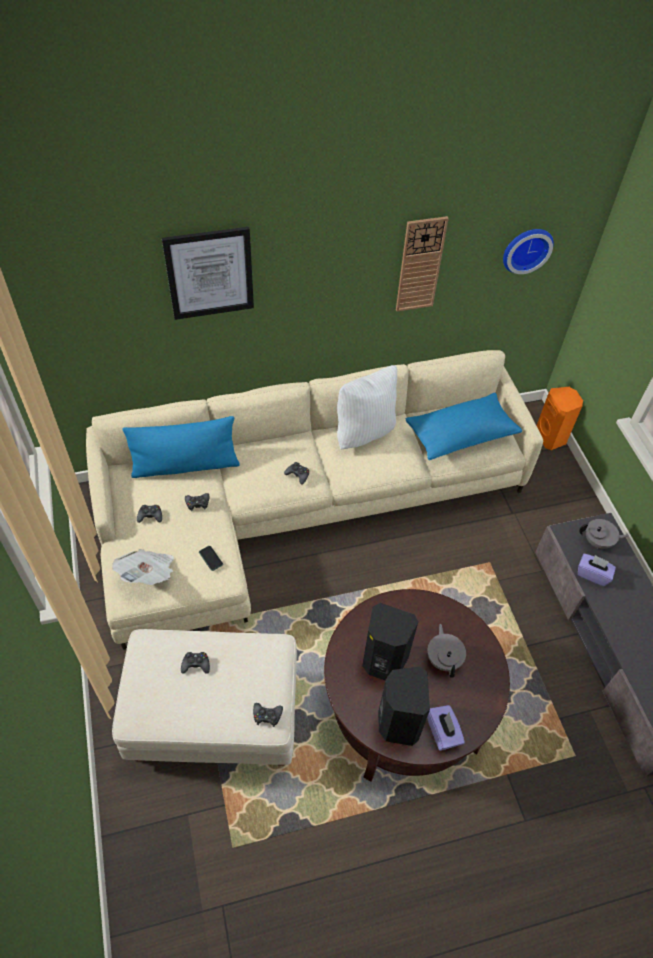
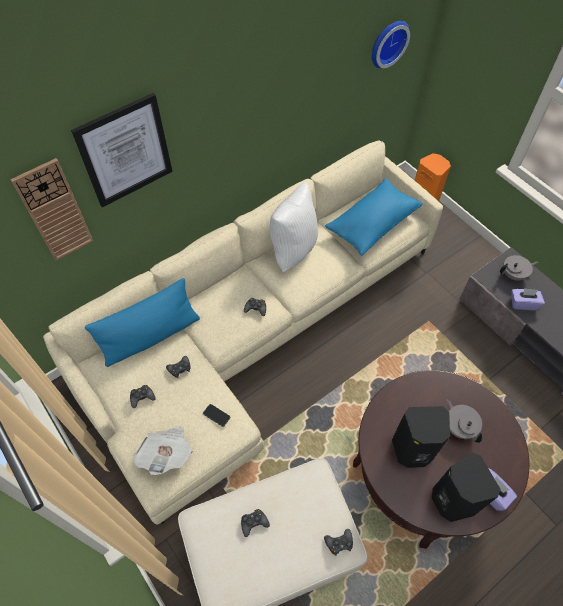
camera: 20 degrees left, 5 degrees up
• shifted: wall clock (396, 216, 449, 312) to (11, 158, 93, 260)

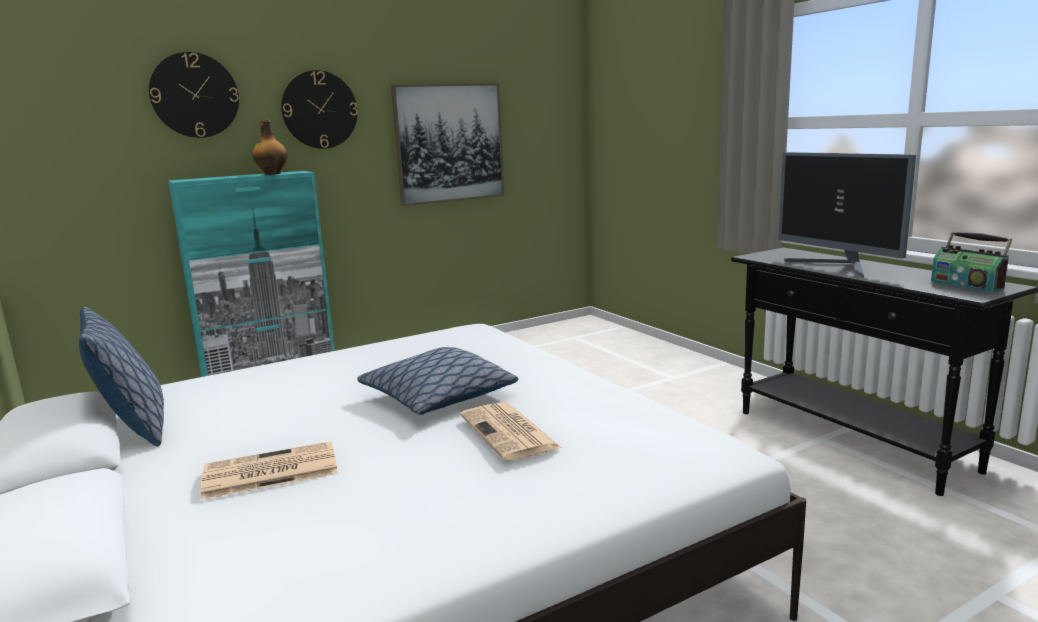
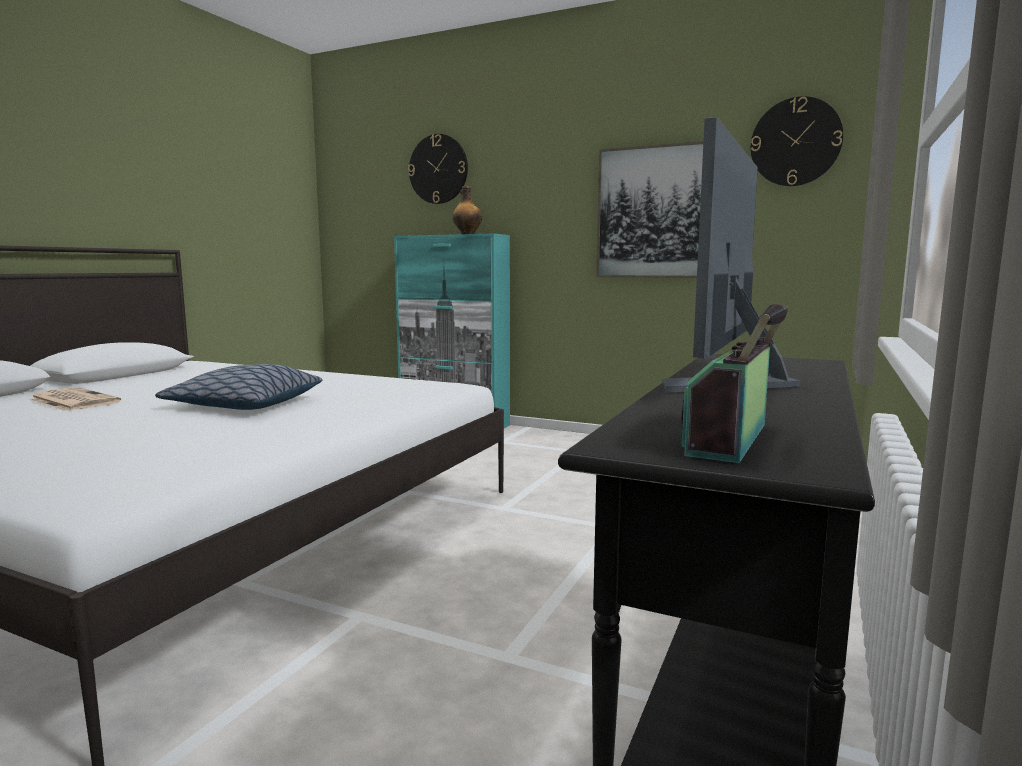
camera: 55 degrees right, 5 degrees down
• gone: cushion (79, 307, 164, 446)
• gone: printed paper (460, 402, 562, 461)
• shifted: wall clock (281, 70, 358, 149) to (750, 96, 843, 186)

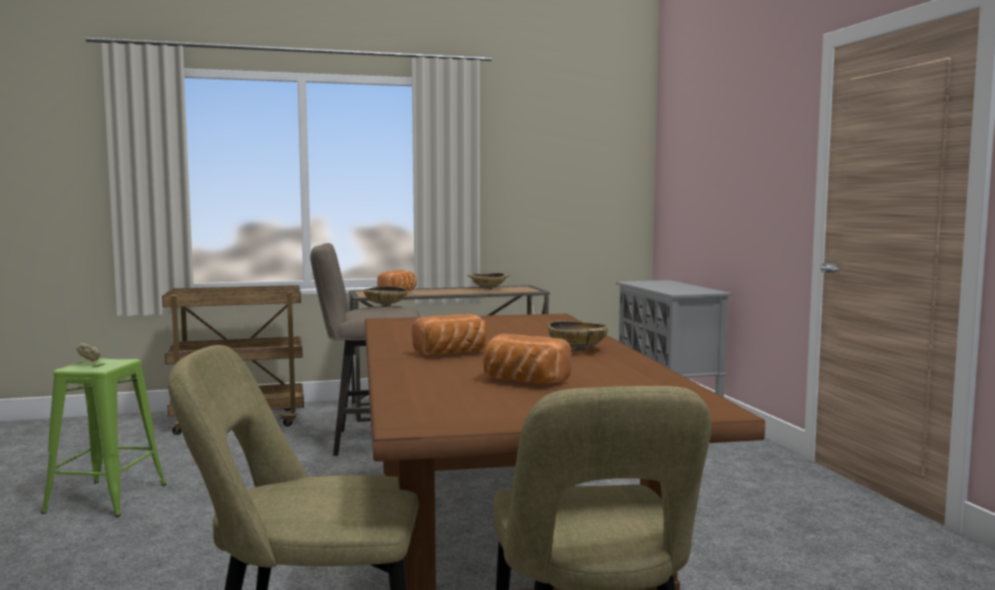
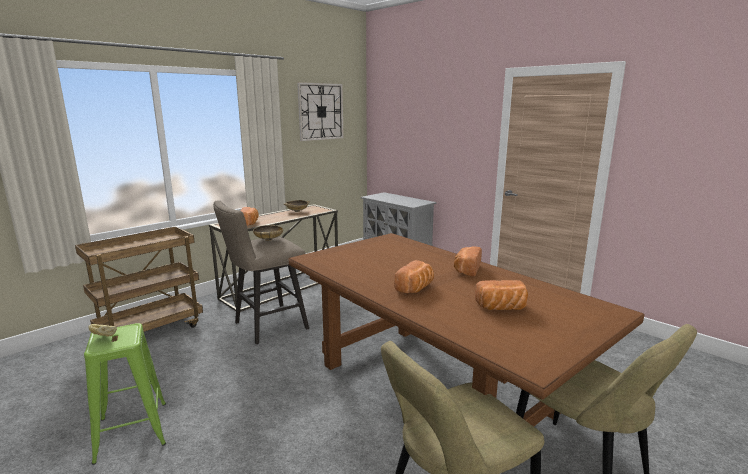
camera: 30 degrees left, 10 degrees up
• new: wall clock (297, 82, 344, 141)
• swapped: beige serving bowl (548, 320, 608, 352) to bread (454, 247, 482, 277)

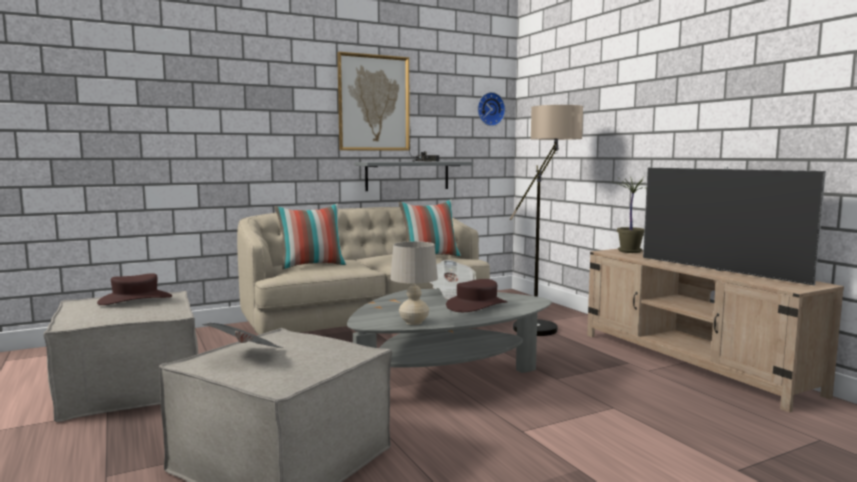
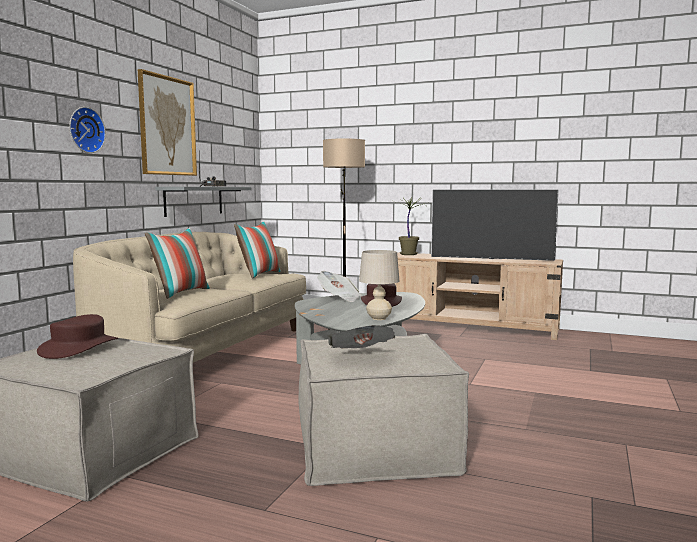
camera: 40 degrees left, 0 degrees up
• shifted: wall clock (477, 92, 506, 126) to (69, 107, 106, 153)

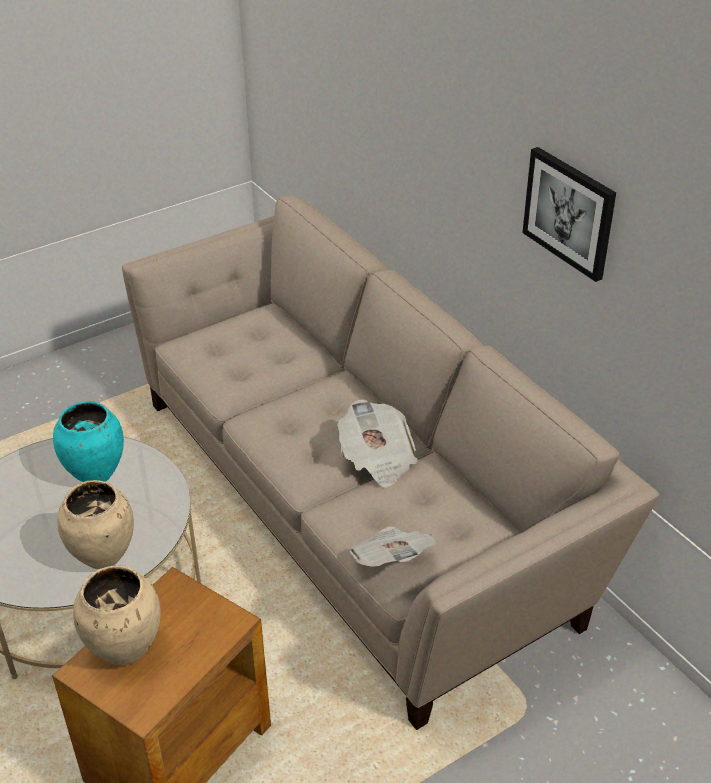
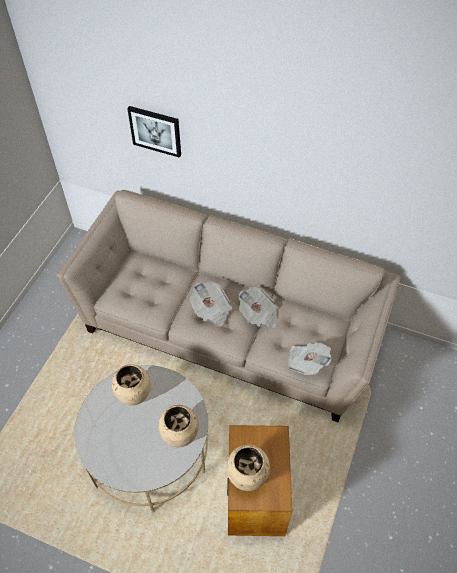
camera: 35 degrees left, 15 degrees up
• new: printed paper (190, 281, 232, 327)
• shifted: wall art (522, 147, 616, 282) to (127, 106, 181, 158)
• repainted: turquoise flower vase (53, 401, 124, 482) to beige flower vase (112, 364, 151, 406)

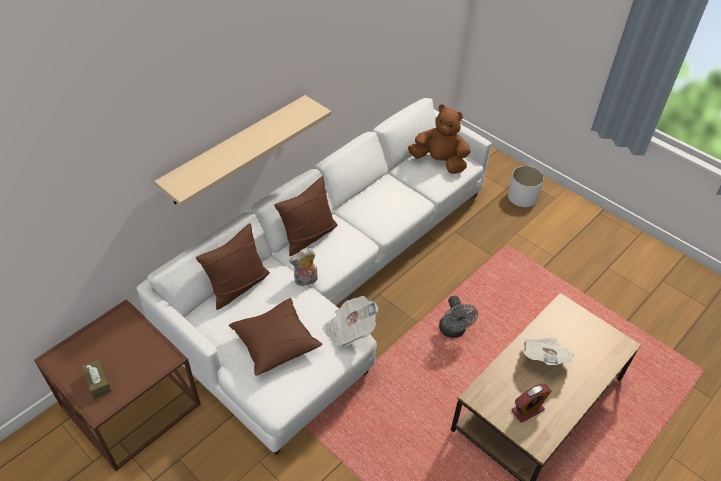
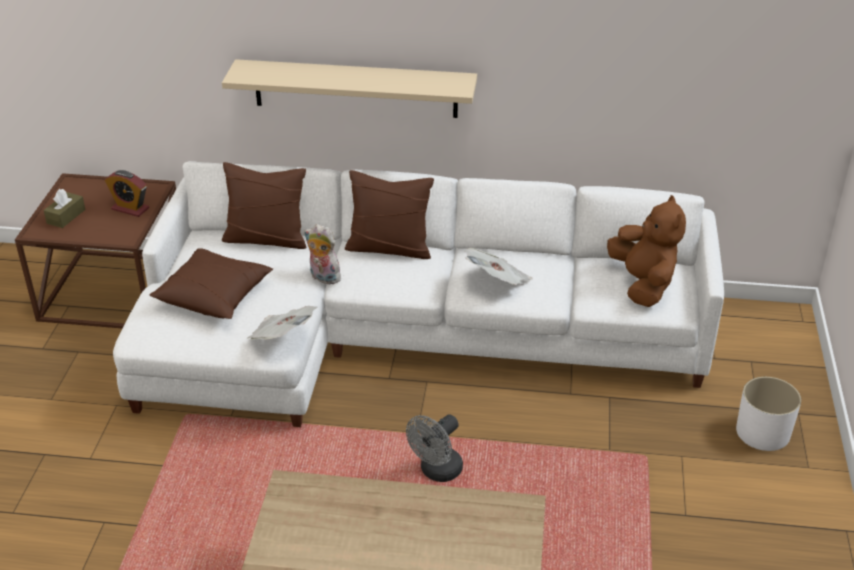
camera: 55 degrees right, 10 degrees down
• shifted: table clock (511, 384, 552, 423) to (105, 170, 149, 217)
• shifted: printed paper (523, 337, 575, 365) to (464, 248, 533, 285)

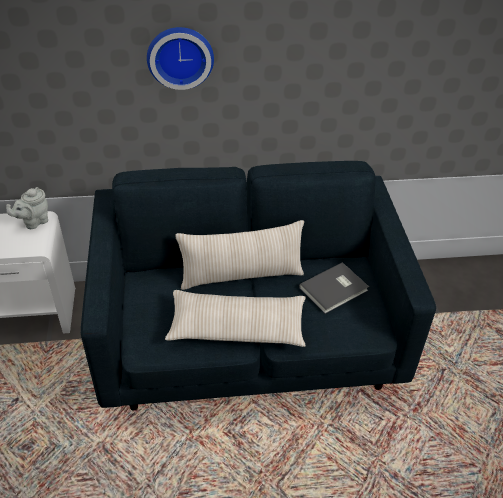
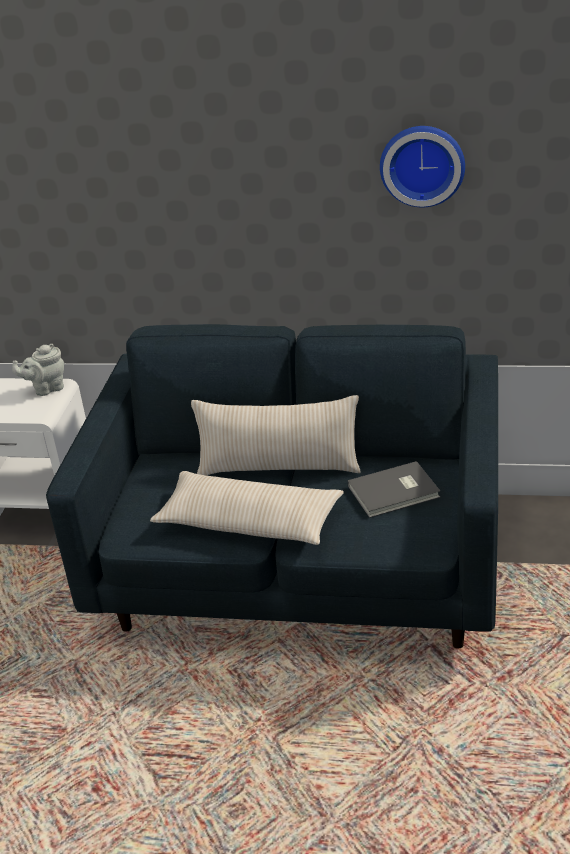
camera: 20 degrees right, 10 degrees down
• shifted: wall clock (147, 27, 214, 90) to (380, 126, 465, 207)

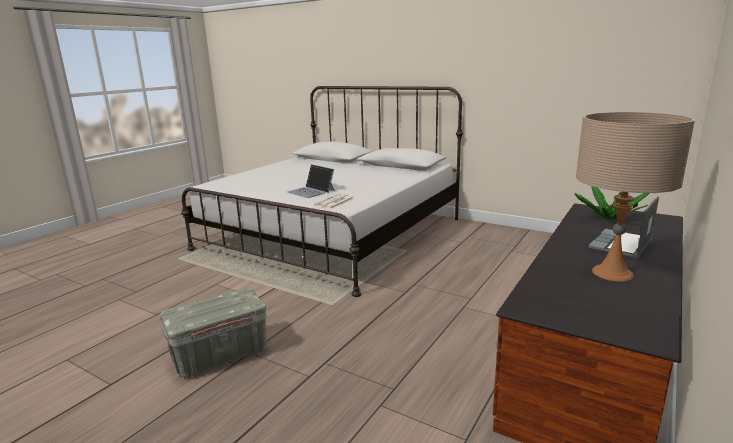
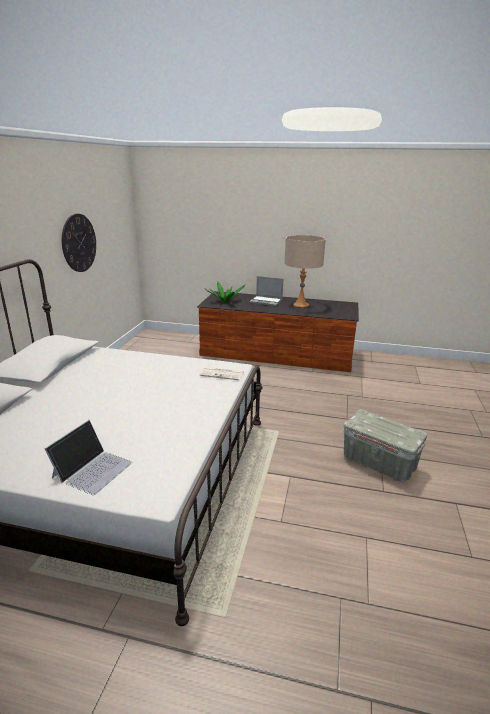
camera: 110 degrees left, 5 degrees up
• new: wall clock (62, 214, 96, 272)
• shifted: portable computer (287, 164, 335, 198) to (44, 420, 132, 495)

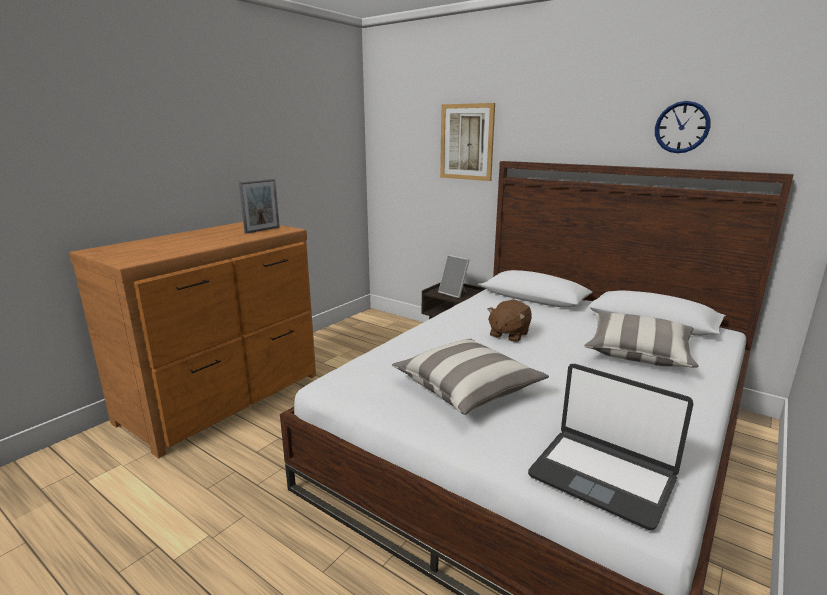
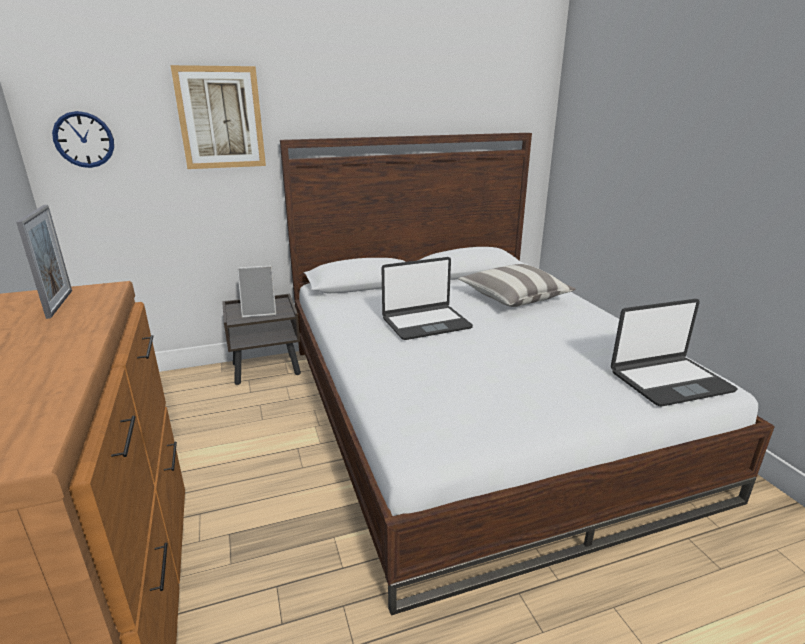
camera: 55 degrees left, 5 degrees up
• gone: cushion (392, 338, 549, 415)
• shifted: wall clock (655, 101, 711, 153) to (52, 111, 114, 168)
• swapped: brownish cuddly toy (487, 300, 532, 342) to portable computer (382, 257, 473, 340)

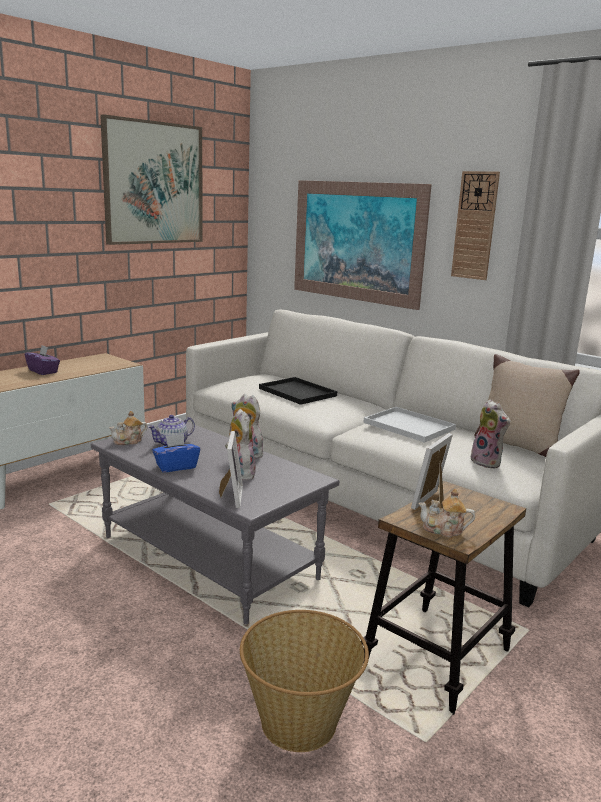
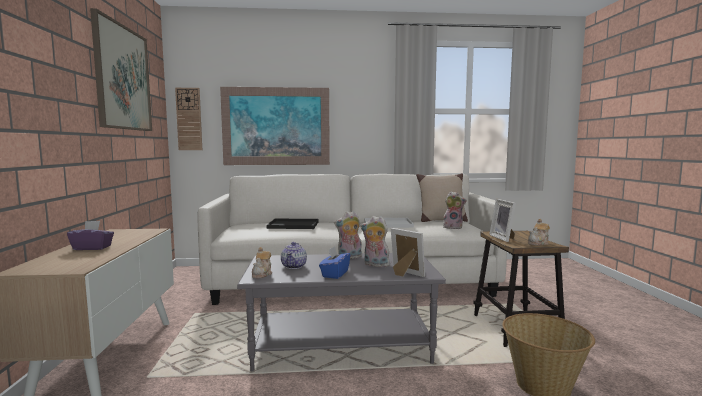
camera: 45 degrees left, 10 degrees down
• shifted: wall clock (451, 171, 500, 280) to (175, 88, 202, 150)

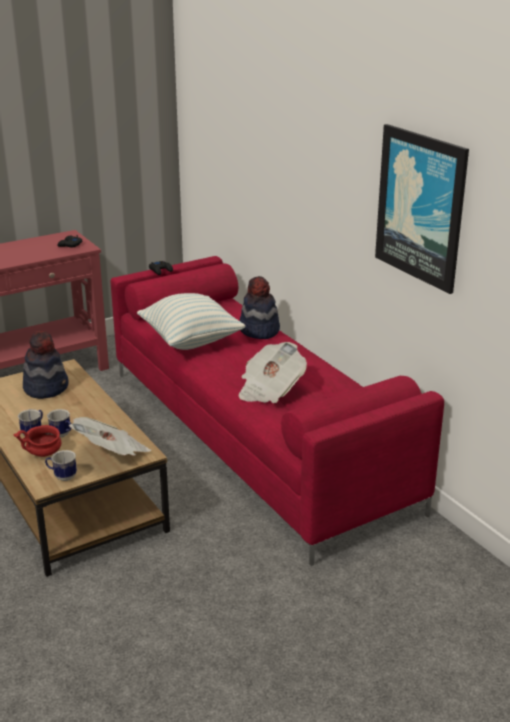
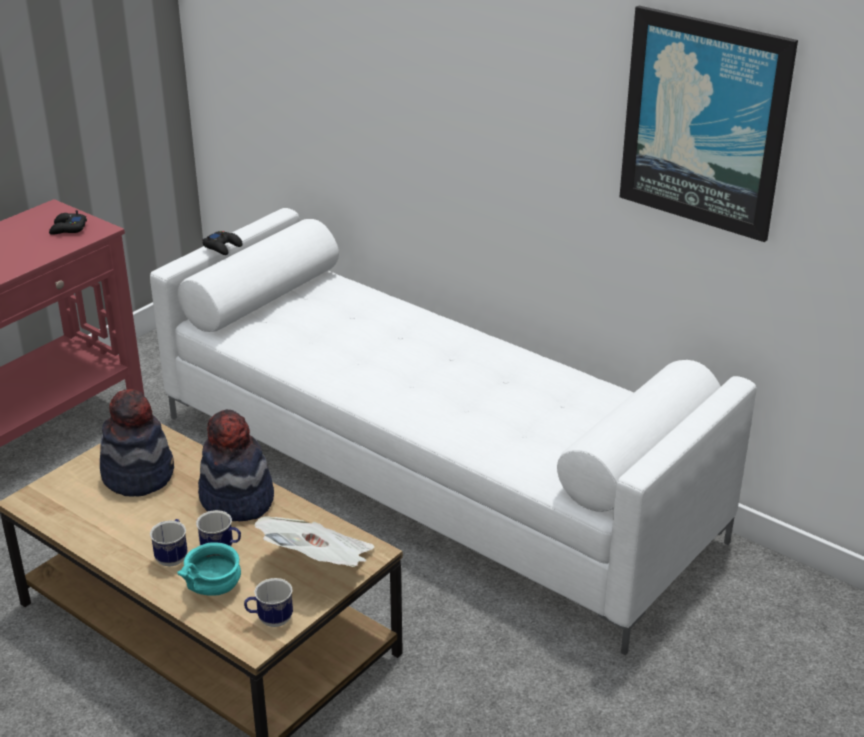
camera: 20 degrees left, 5 degrees up
• gone: cushion (137, 293, 246, 350)
• gone: printed paper (238, 342, 307, 403)
• shifted: wearable hat (240, 276, 280, 339) to (198, 410, 274, 521)
• repainted: reddish serving bowl (14, 425, 62, 457) to turquoise serving bowl (177, 542, 241, 596)
• repainted: reddish sofa (111, 256, 444, 566) to white-coloured sofa (150, 208, 757, 656)

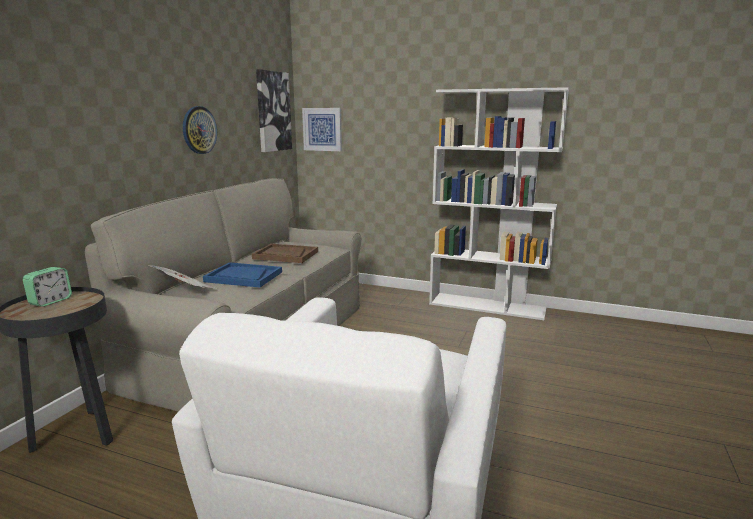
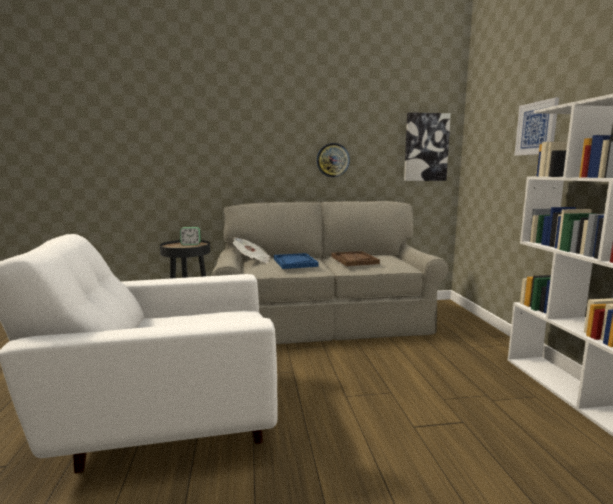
camera: 60 degrees right, 5 degrees down
• shifted: wall art (302, 108, 342, 151) to (514, 97, 559, 156)

